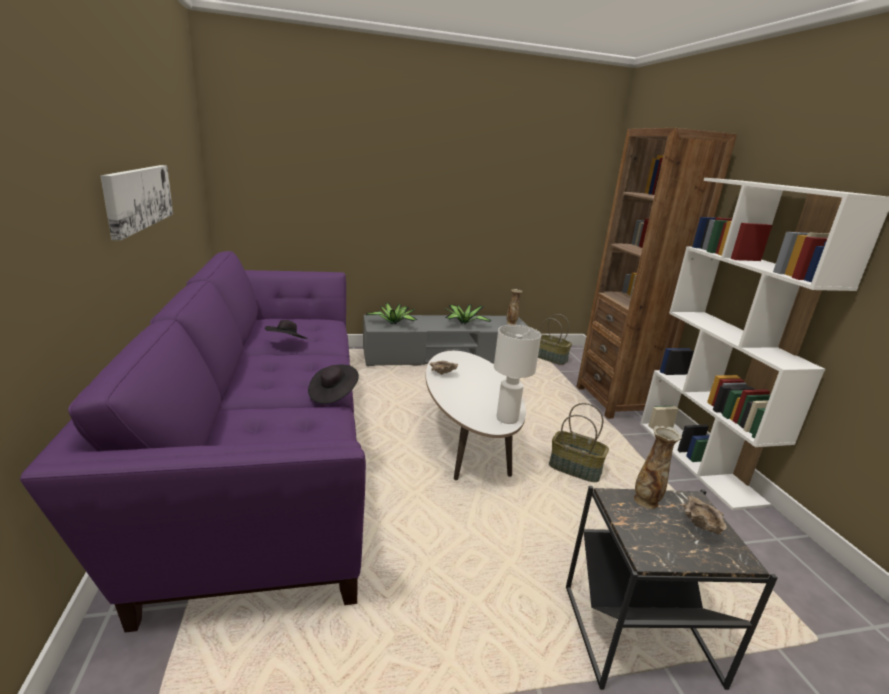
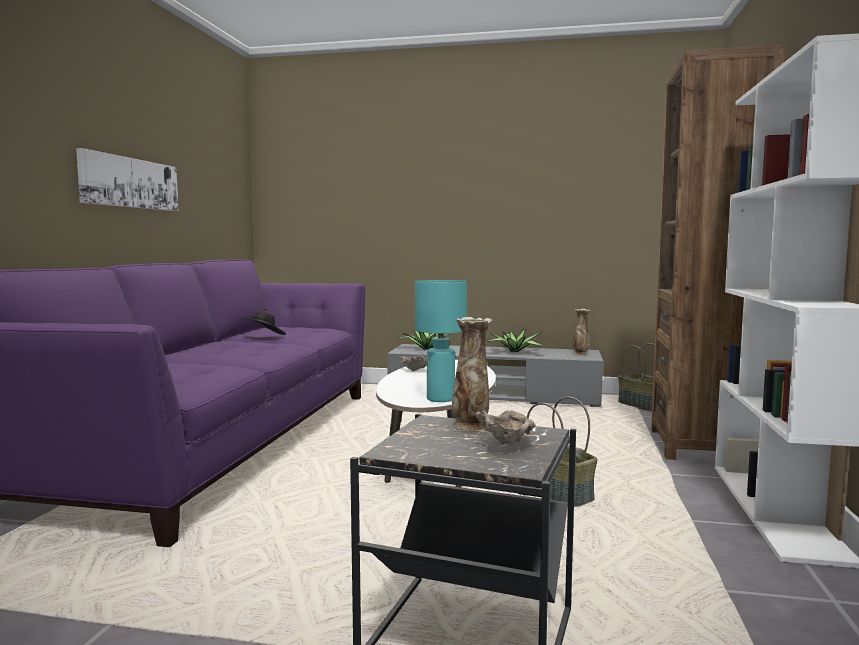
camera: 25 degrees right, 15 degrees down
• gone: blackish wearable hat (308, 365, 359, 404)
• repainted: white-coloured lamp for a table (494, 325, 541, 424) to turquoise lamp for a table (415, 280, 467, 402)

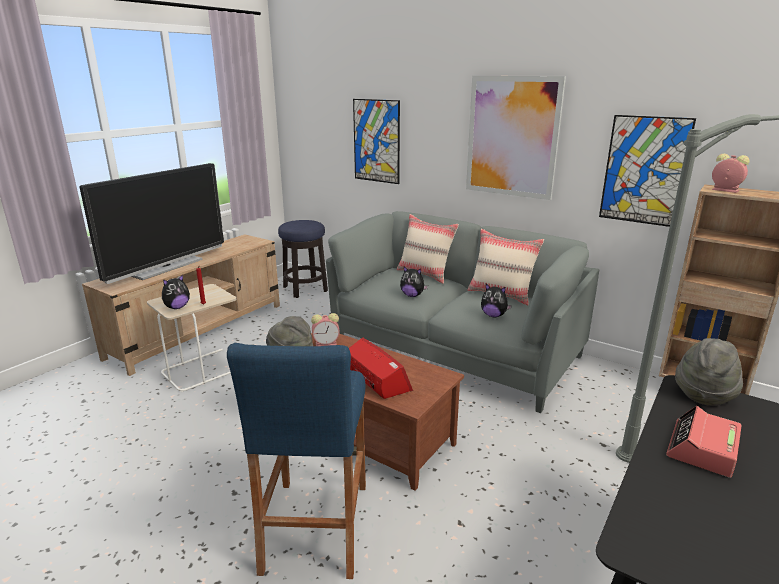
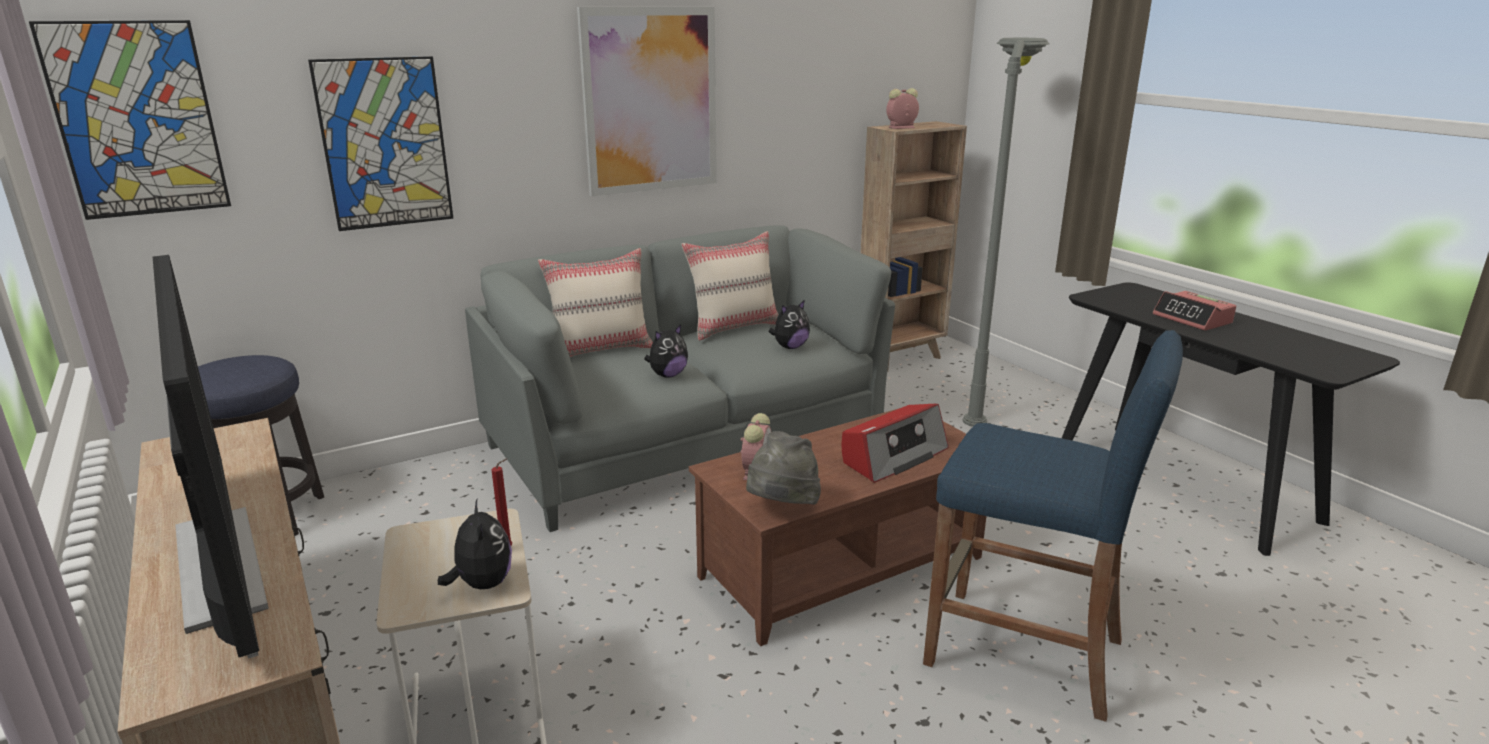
camera: 65 degrees left, 0 degrees up
• gone: grey wearable hat (675, 338, 743, 406)
• shifted: wall art (599, 115, 696, 227) to (29, 20, 231, 220)
• rotated: radio receiver (349, 338, 413, 399) = (842, 404, 949, 483) 150 degrees clockwise

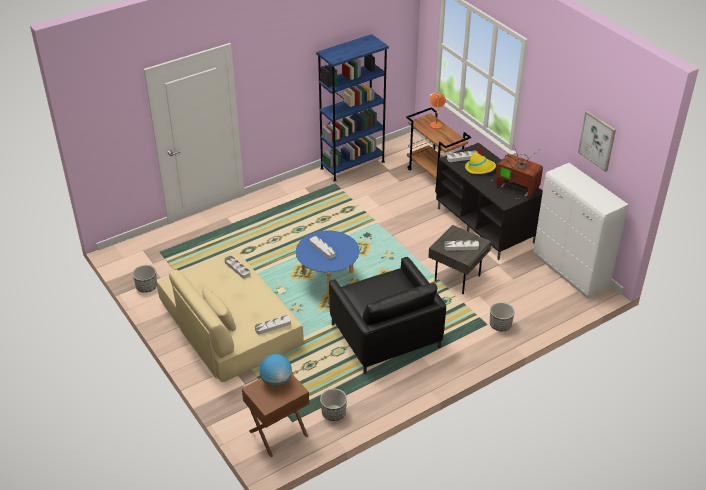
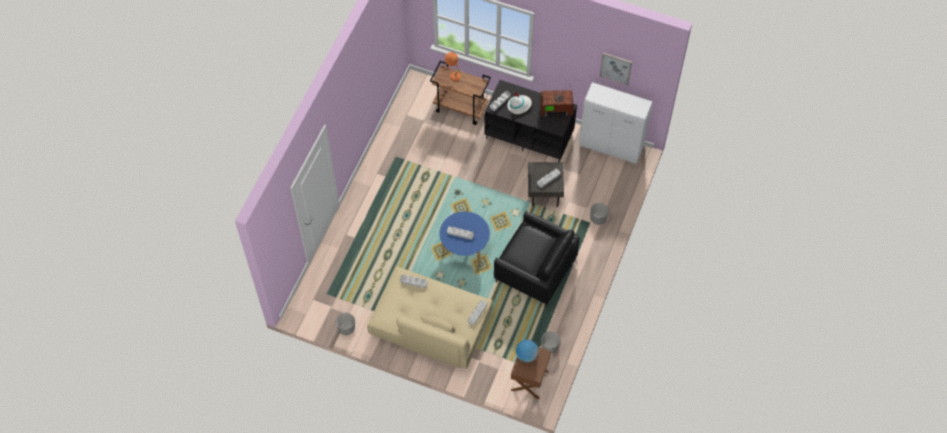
camera: 35 degrees left, 20 degrees up
• gone: blue bookshelf (316, 34, 389, 182)
• repainted: yellow-coloured wearable hat (465, 147, 496, 174) to white-coloured wearable hat (507, 93, 532, 114)

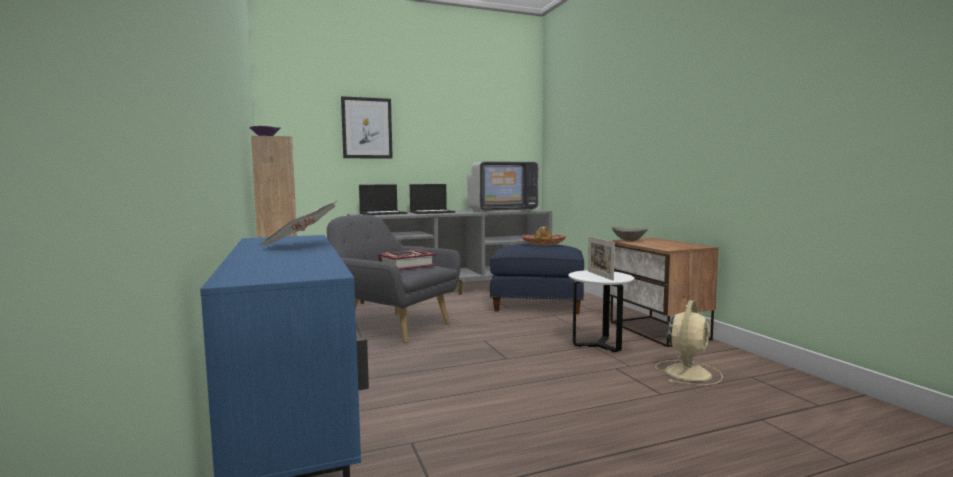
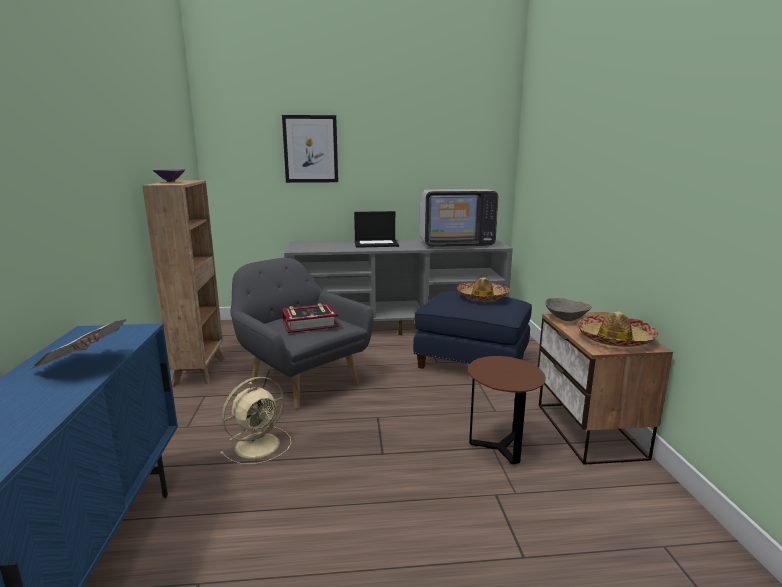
camera: 15 degrees right, 10 degrees up
• gone: portable computer (359, 184, 407, 215)
• gone: photo frame (588, 236, 615, 281)
• new: wearable hat (577, 311, 659, 347)
• shifted: beige cooling fan (655, 300, 723, 385) to (220, 377, 291, 465)
• repainted: white-coloured accent table (568, 270, 634, 352) to brownish accent table (468, 356, 546, 465)

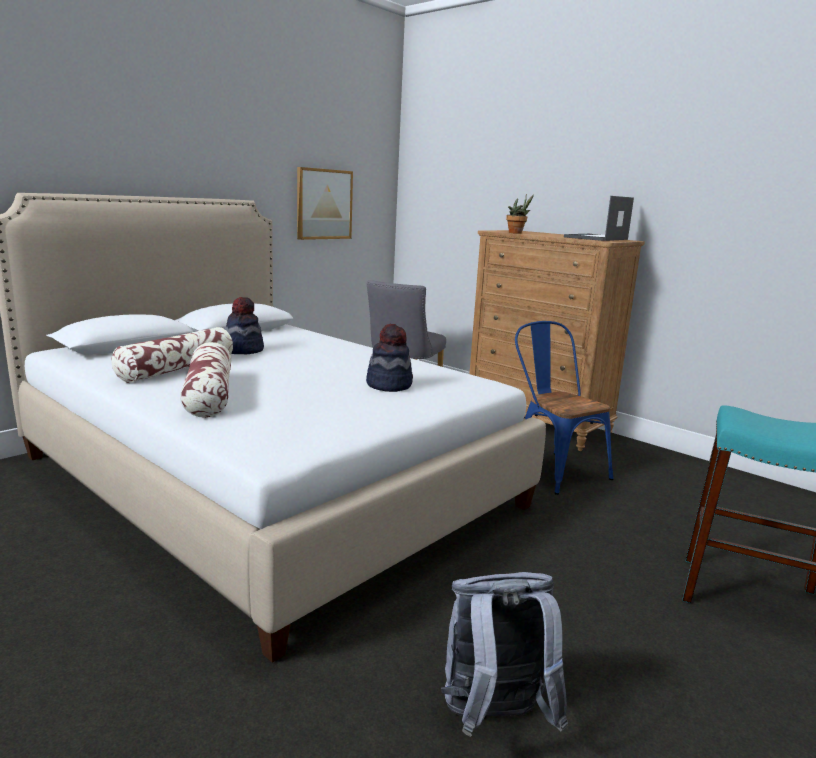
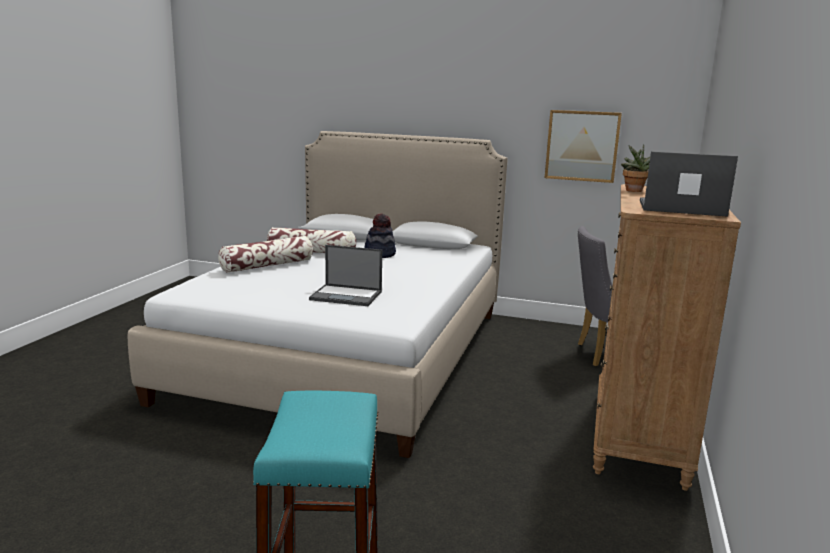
camera: 65 degrees right, 0 degrees up
• gone: grey rucksack (441, 572, 568, 737)
• gone: blue plain chair (515, 321, 614, 495)
• swapped: wearable hat (366, 324, 413, 392) to portable computer (309, 245, 382, 306)

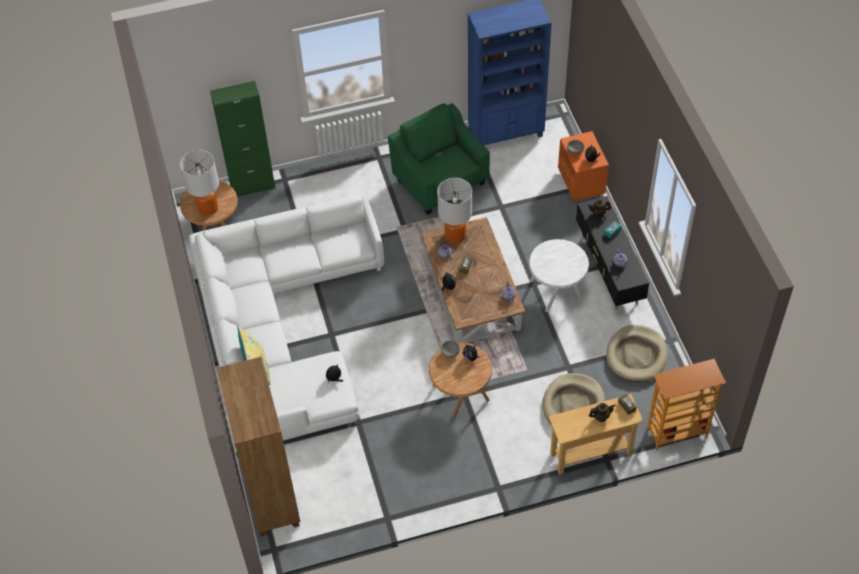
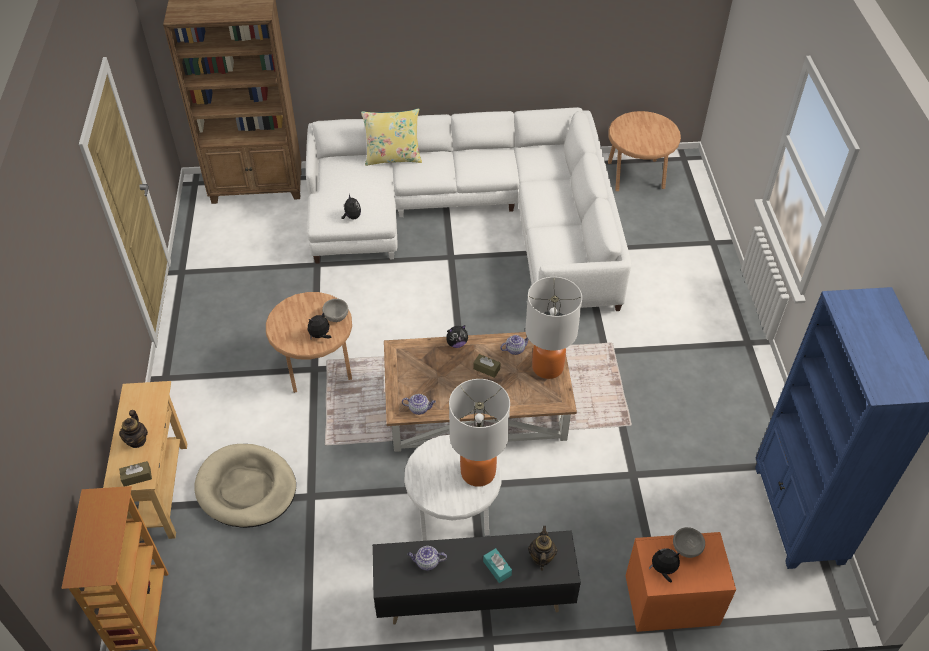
camera: 100 degrees right, 5 degrees down
• gone: greenish storage cabinet (210, 81, 275, 197)
• gone: greenish lounge chair (388, 103, 490, 215)
• gone: beige dog bed (606, 325, 668, 382)
• shifted: lamp for a table (180, 150, 219, 216) to (449, 379, 510, 487)

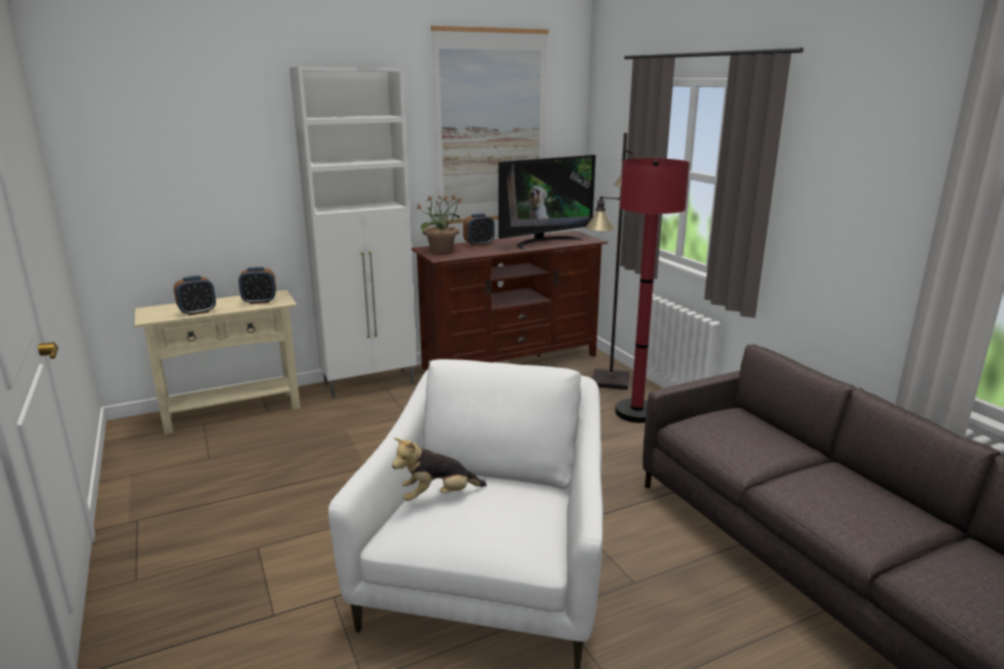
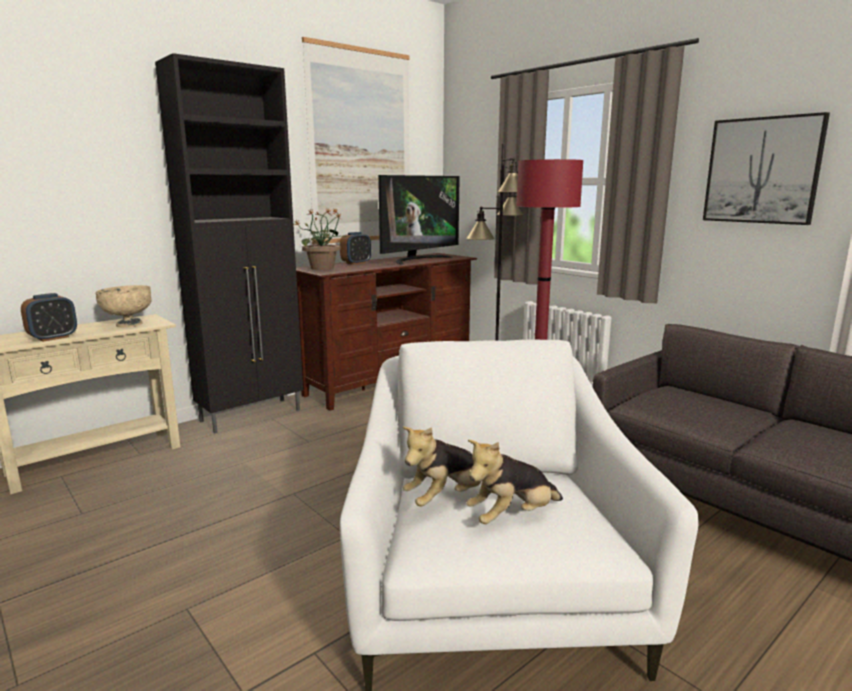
camera: 15 degrees left, 5 degrees down
• new: cuddly toy (466, 440, 563, 524)
• new: wall art (703, 112, 830, 225)
• swapped: table clock (239, 267, 276, 304) to beige serving bowl (95, 285, 151, 328)
• repainted: white-coloured storage cabinet (289, 67, 417, 398) to blackish storage cabinet (155, 53, 303, 433)

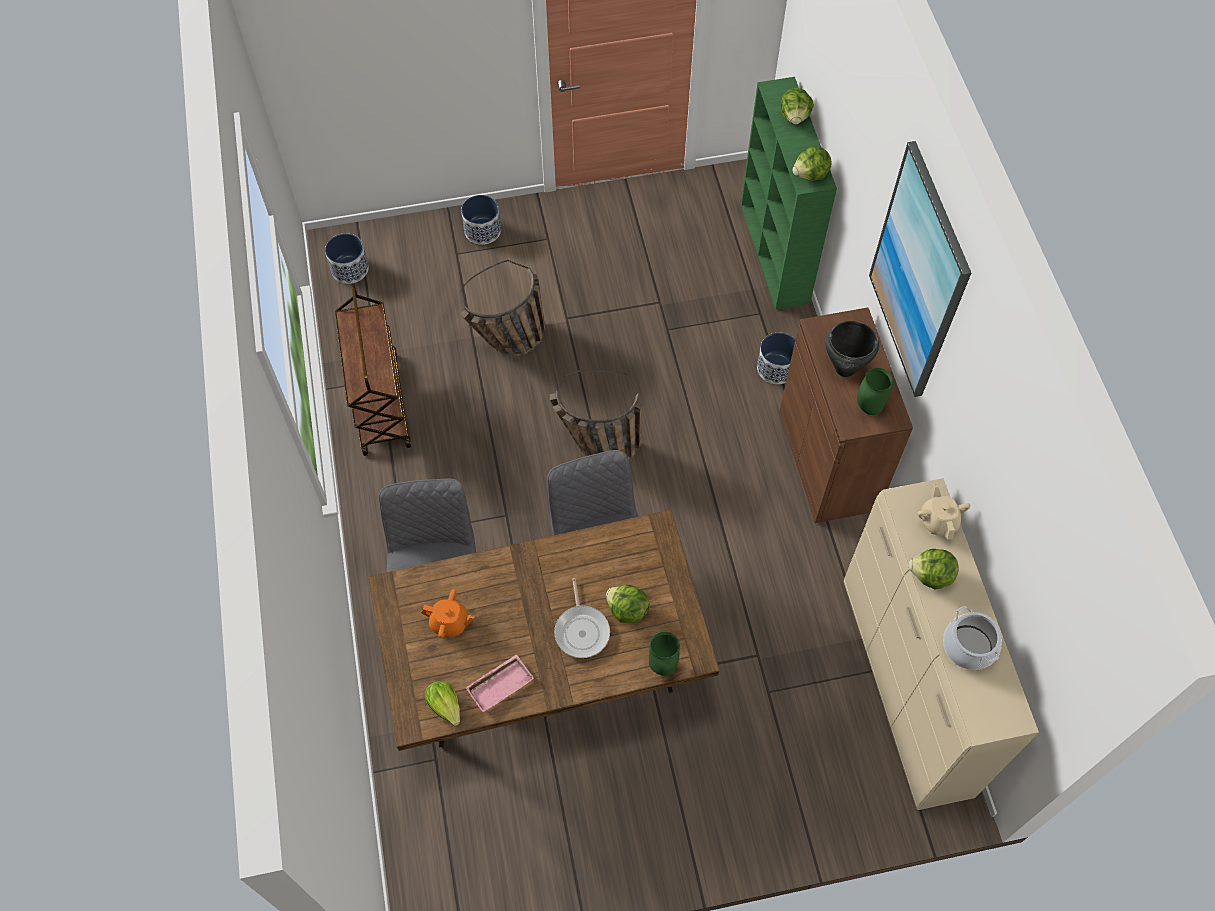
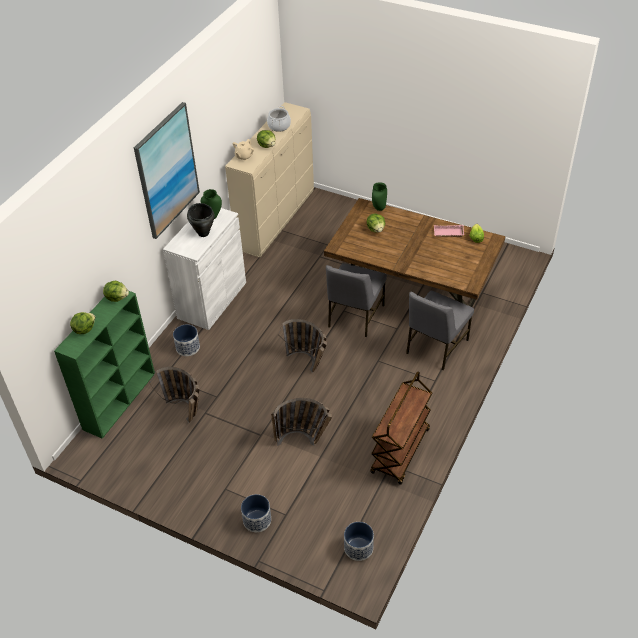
camera: 140 degrees left, 15 degrees down
• gone: orangey teapot (421, 589, 475, 638)
• gone: pan (554, 578, 610, 658)
• new: storage basket (149, 367, 199, 422)
• repainted: brownish storage cabinet (780, 307, 913, 523) to white-coloured storage cabinet (163, 208, 246, 330)

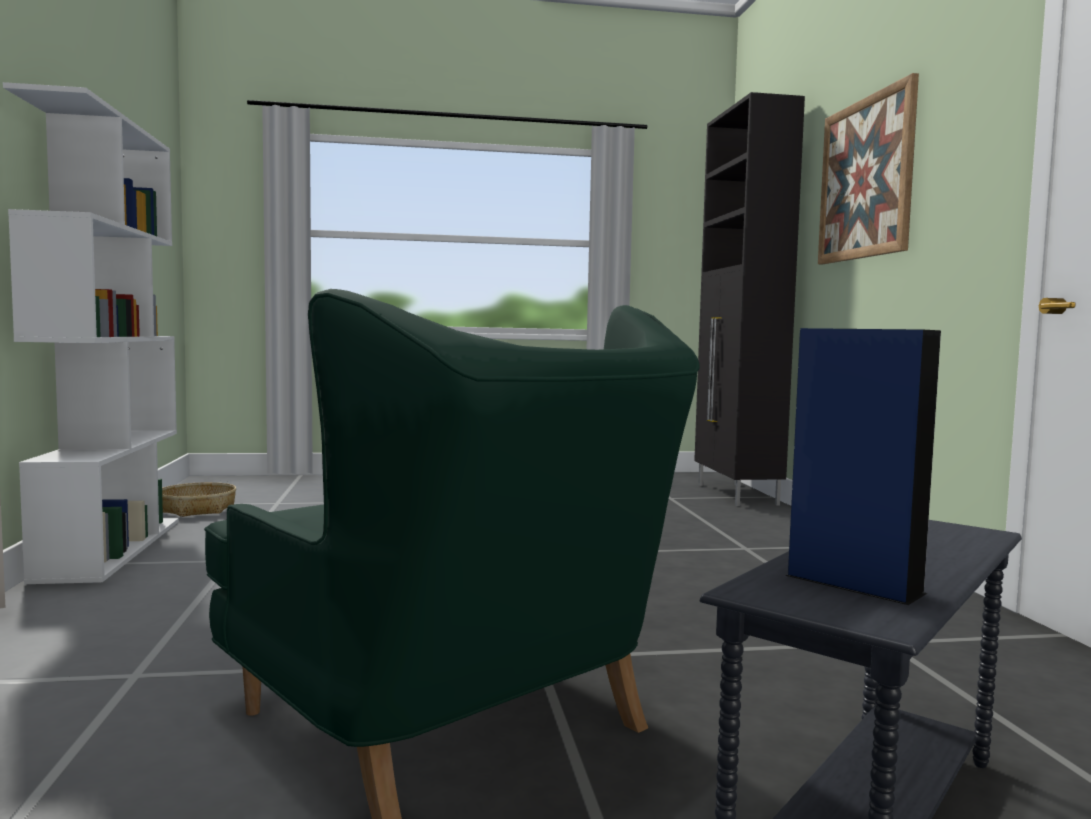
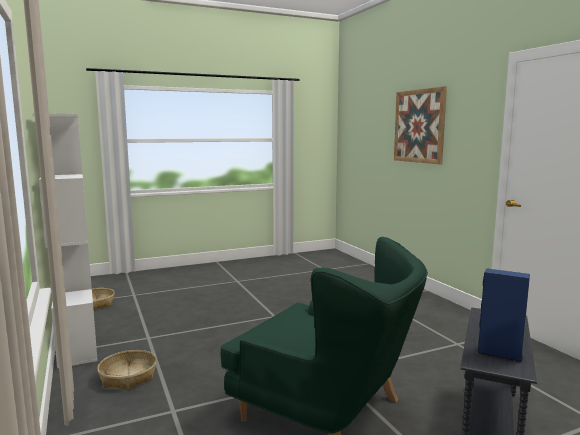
camera: 15 degrees left, 5 degrees up
• gone: blackish storage cabinet (694, 92, 805, 506)
• new: storage basket (97, 350, 157, 390)

